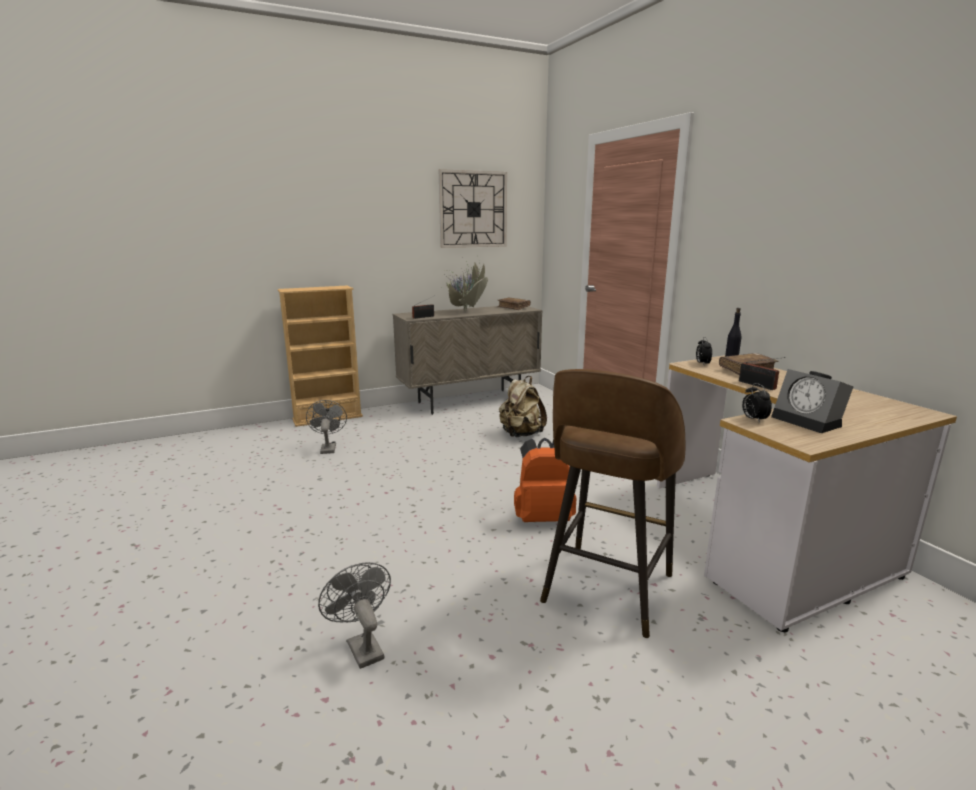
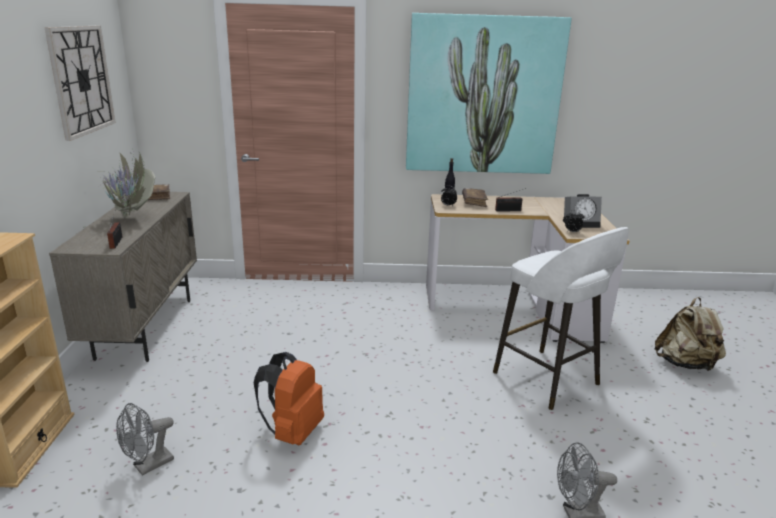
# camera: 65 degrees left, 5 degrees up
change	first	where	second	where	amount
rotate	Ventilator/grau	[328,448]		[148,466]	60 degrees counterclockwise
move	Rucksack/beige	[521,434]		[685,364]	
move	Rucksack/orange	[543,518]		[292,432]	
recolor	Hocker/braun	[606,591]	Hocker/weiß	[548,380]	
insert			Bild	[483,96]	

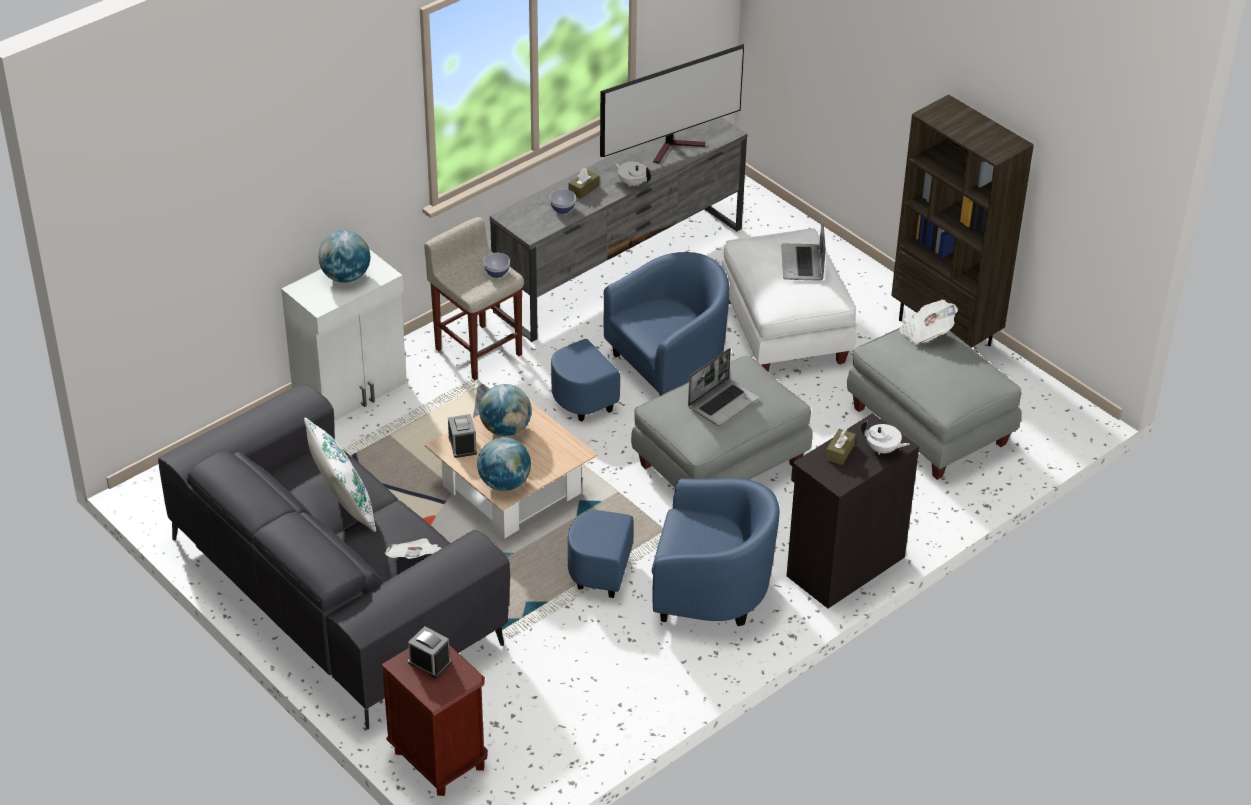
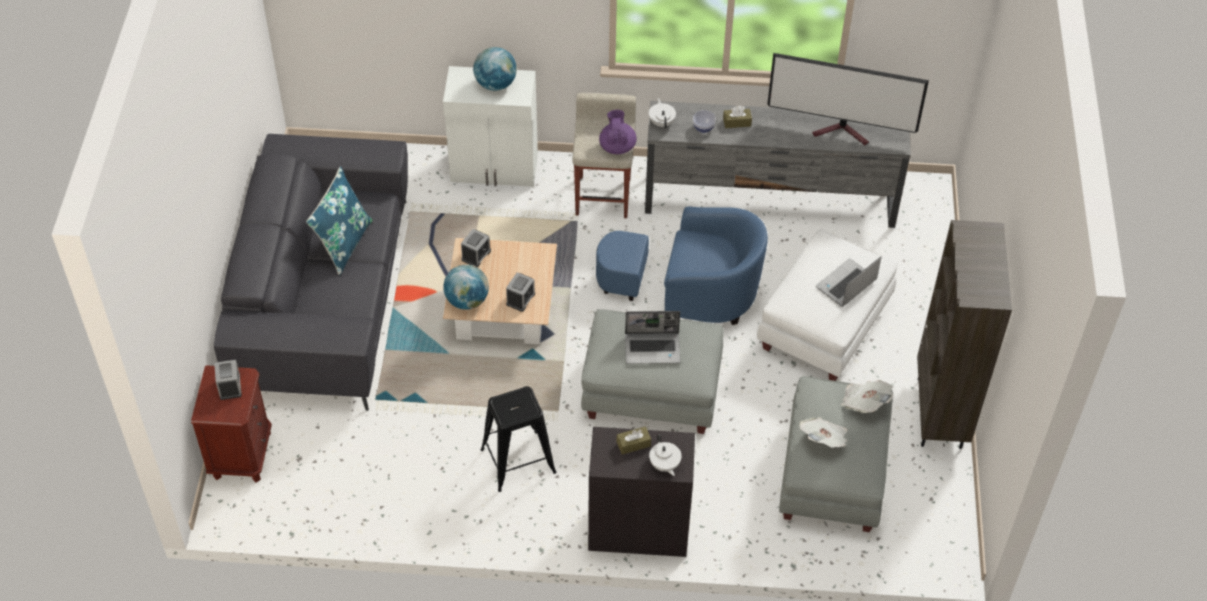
# camera: 45 degrees right, 10 degrees up
change	first	where	second	where	amount
recolor	Kissen/weiß	[343,506]	Kissen/blau	[343,244]	
move	Zeitung	[414,560]		[824,439]	
delete	Globus	[505,429]			
replace	Schüssel	[497,273]	Teekanne/lila	[617,146]	
replace	Sessel/blau	[684,588]	Hocker/schwarz	[518,461]	
move	Teekanne/weiß	[632,183]		[662,122]	
insert			Wecker	[520,299]	

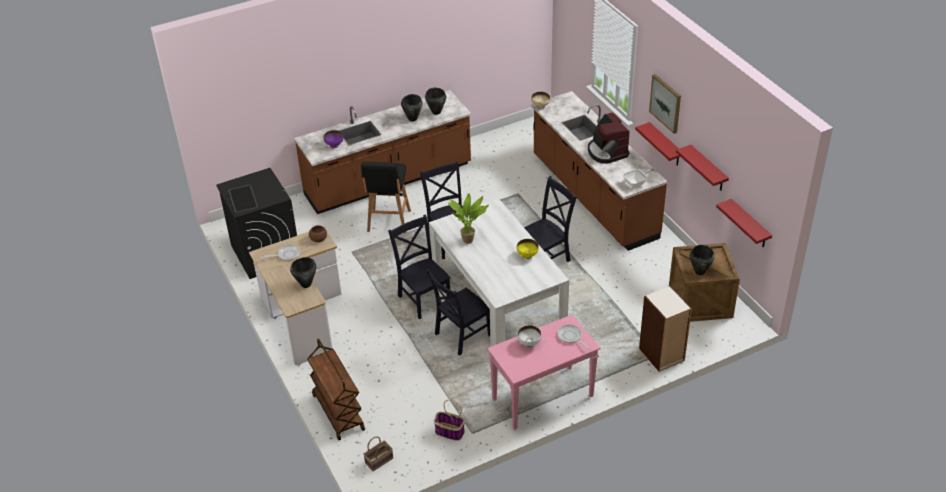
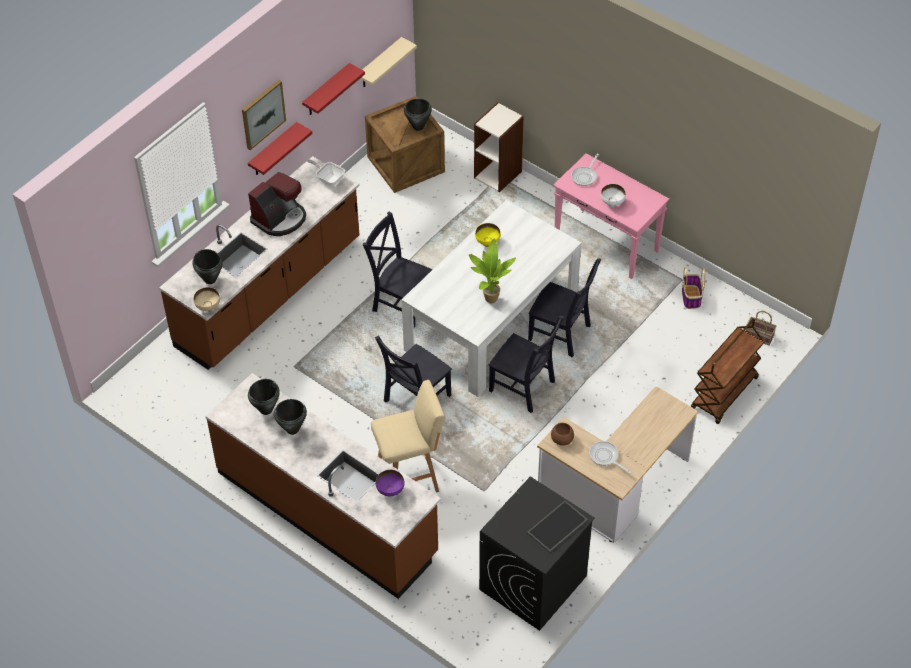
# camera: 115 degrees left, 10 degrees up
change	first	where	second	where	amount
move	Kochtopf/schwarz	[306,284]		[210,279]	
recolor	Hocker/schwarz	[388,222]	Hocker/beige	[410,476]	
rotate	Stuhl/schwarz	[423,298]		[524,388]	90 degrees counterclockwise
recolor	Wandregal/rot	[750,225]	Wandregal/beige	[379,64]	

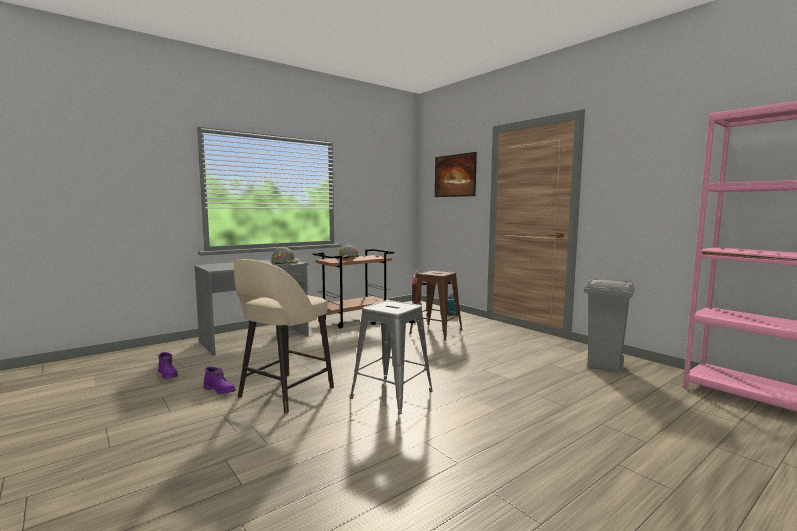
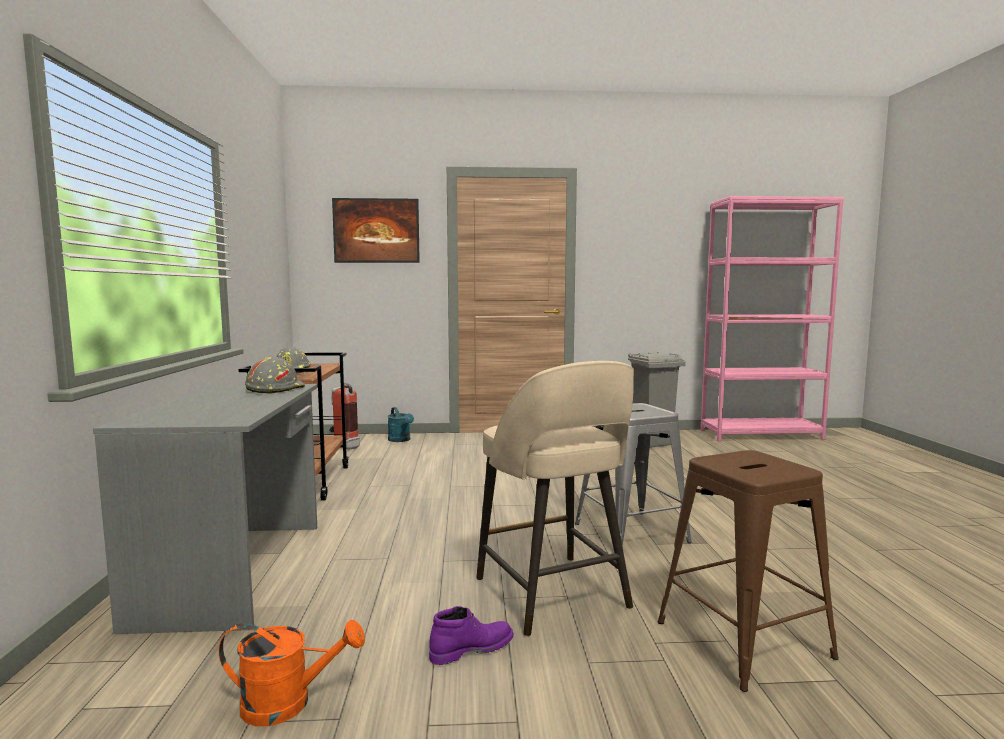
# camera: 55 degrees left, 0 degrees up
change	first	where	second	where	amount
replace	Stiefel/lila	[168,374]	Gießkanne/orange	[288,703]	
move	Hocker/braun	[436,332]		[743,639]	

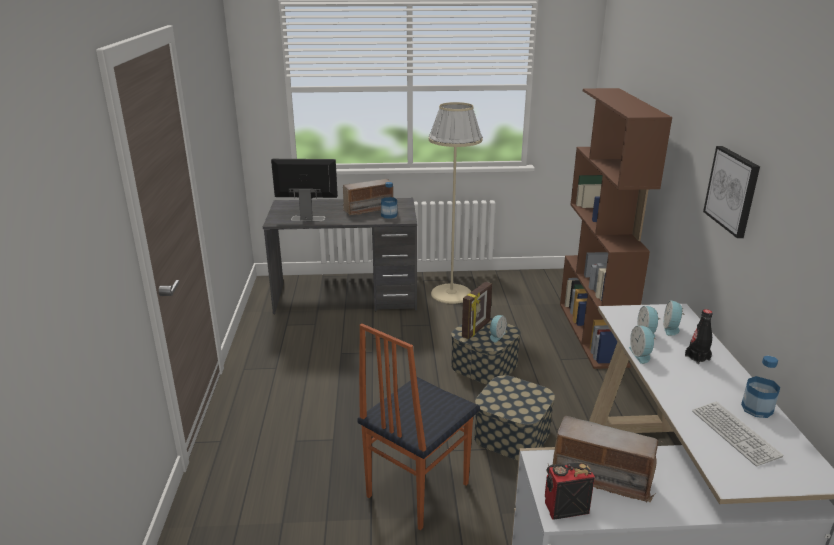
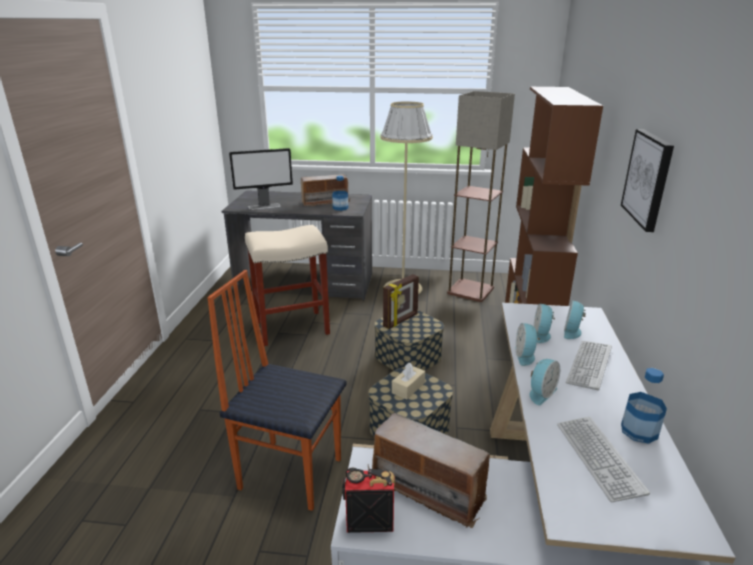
# camera: 10 degrees right, 0 degrees up
change	first	where	second	where	amount
rotate	Monitor	[307,218]		[265,206]	150 degrees clockwise
rotate	Stuhl	[416,489]		[290,472]	60 degrees clockwise
move	Wecker	[496,336]		[540,393]	
replace	Flasche/schwarz	[697,358]	Tastatur	[589,365]	
insert			Hocker/beige	[291,328]	
insert			Taschentuchbox/beige	[408,388]	
insert			Stehlampe	[471,290]	

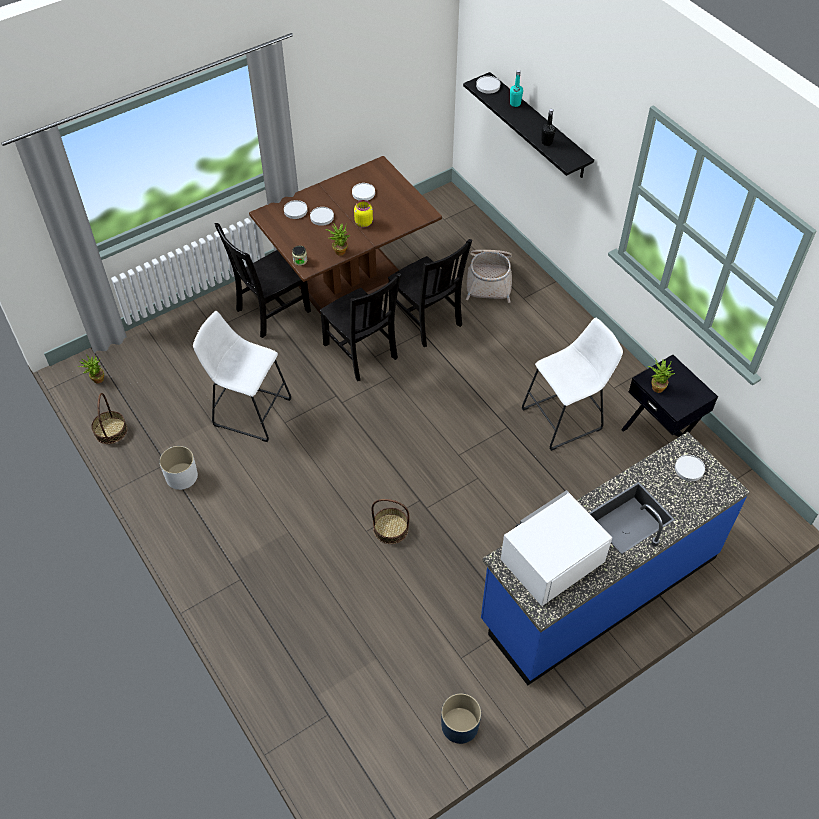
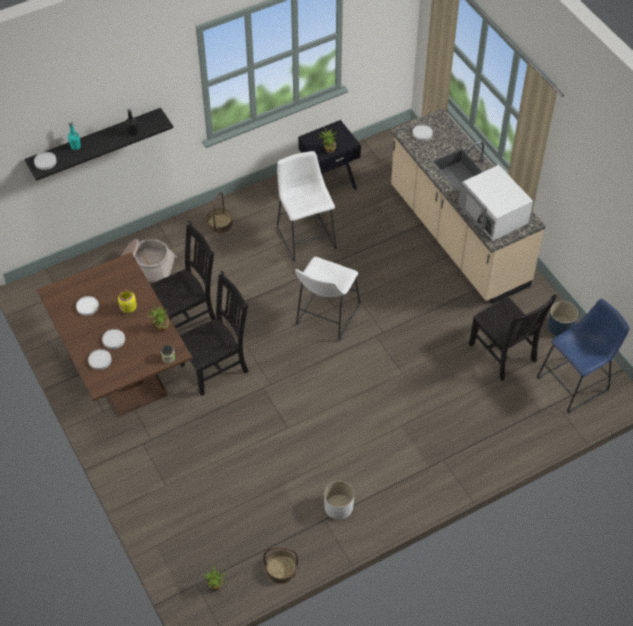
# camera: 85 degrees left, 0 degrees up
change	first	where	second	where	amount
move	Hocker/weiß	[248,410]		[326,317]	
move	Stuhl/schwarz	[271,311]		[504,354]	
move	Korb	[390,529]		[220,224]	
recolor	Küchenzeile/blau	[599,588]	Küchenzeile/beige	[457,237]	
insert			Hocker/blau	[576,382]	

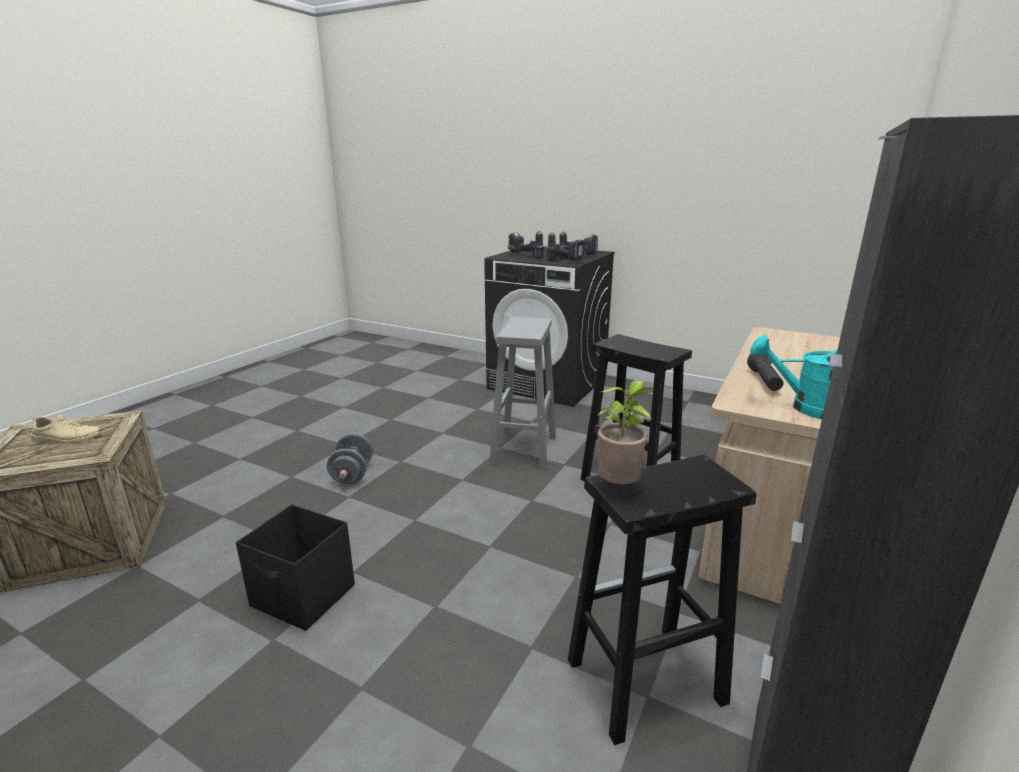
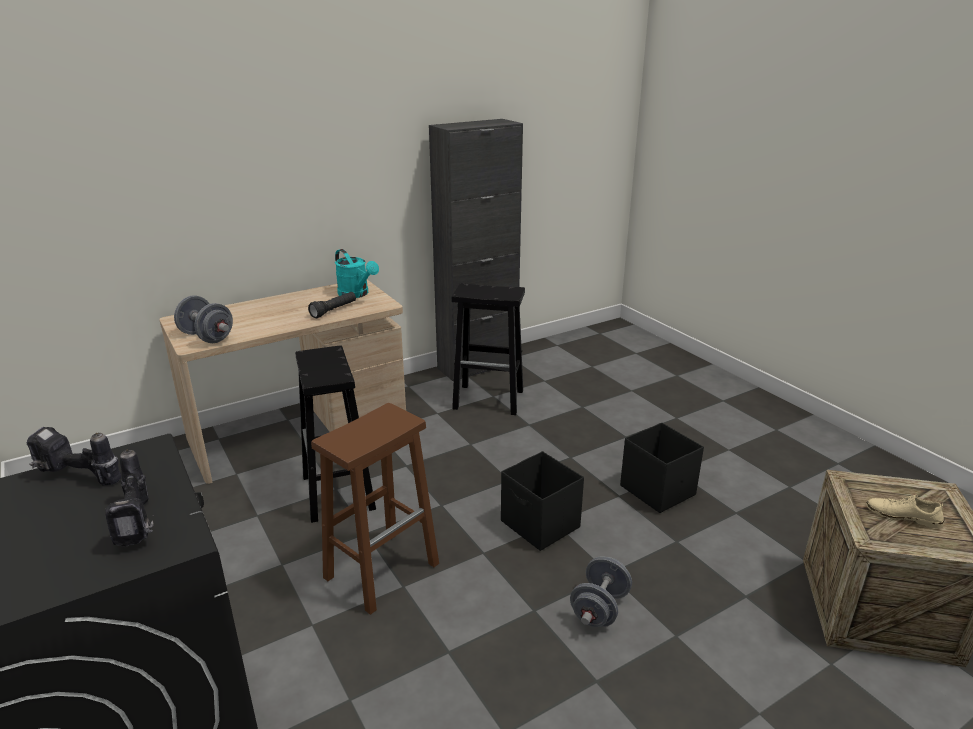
# camera: 150 degrees left, 5 degrees up
change	first	where	second	where	amount
recolor	Hocker/grau	[524,450]	Hocker/braun	[383,569]	
delete	Bohrmaschine	[566,261]			
delete	Topfpflanze	[620,488]			
insert			Hantel/grau	[207,337]	
insert			Aufbewahrungsbox/schwarz	[540,525]	

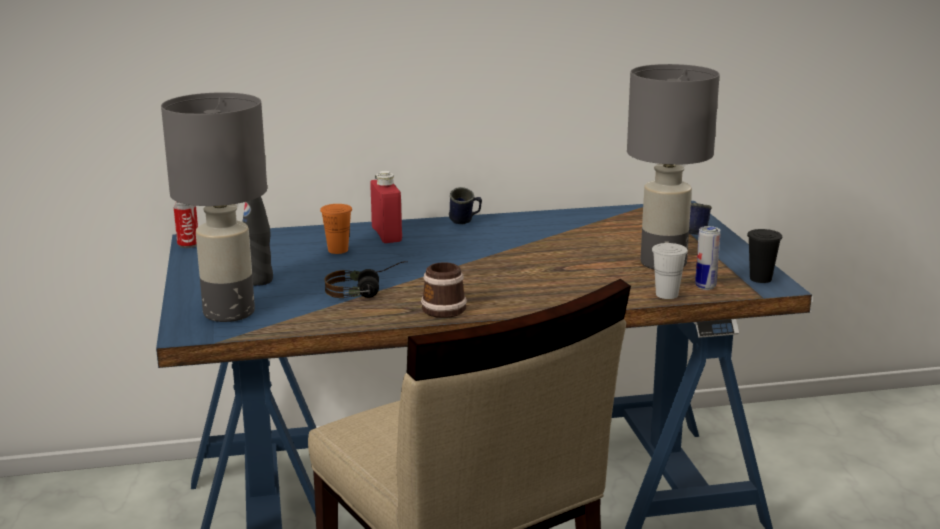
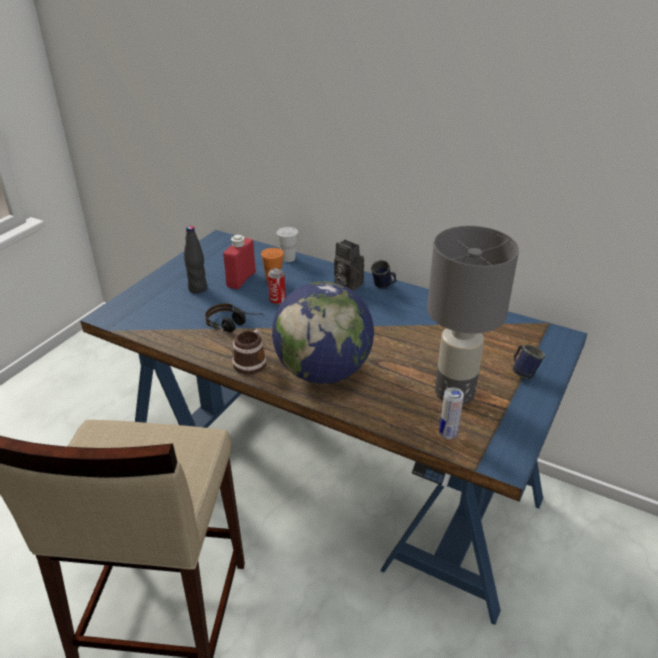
# camera: 40 degrees right, 15 degrees up
change	first	where	second	where	amount
delete	Tischlampe/grau	[230,312]			
move	Dose	[188,245]		[277,300]	
move	Flasche/rot	[386,235]		[241,279]	
move	Tasse/weiß	[667,294]		[288,258]	
delete	Tasse/schwarz	[760,279]			
insert			Globus	[323,372]	
insert			Kamera	[346,284]	

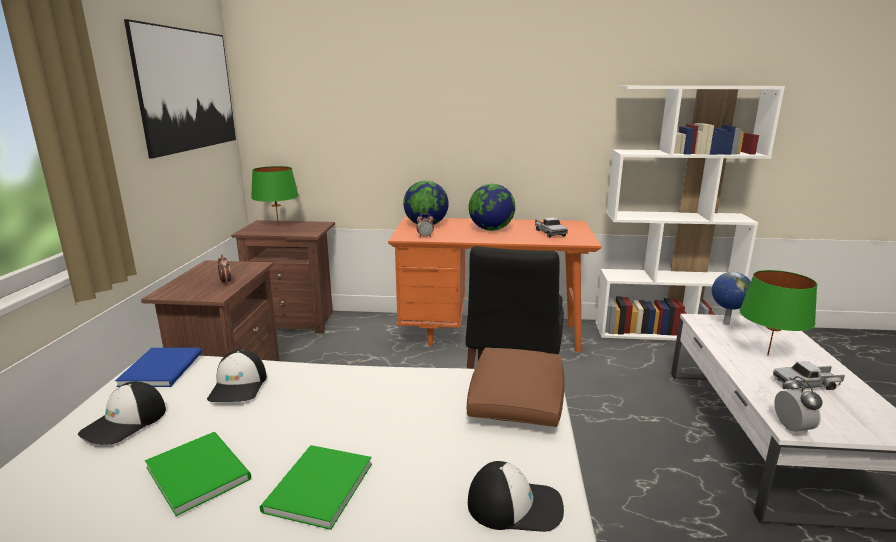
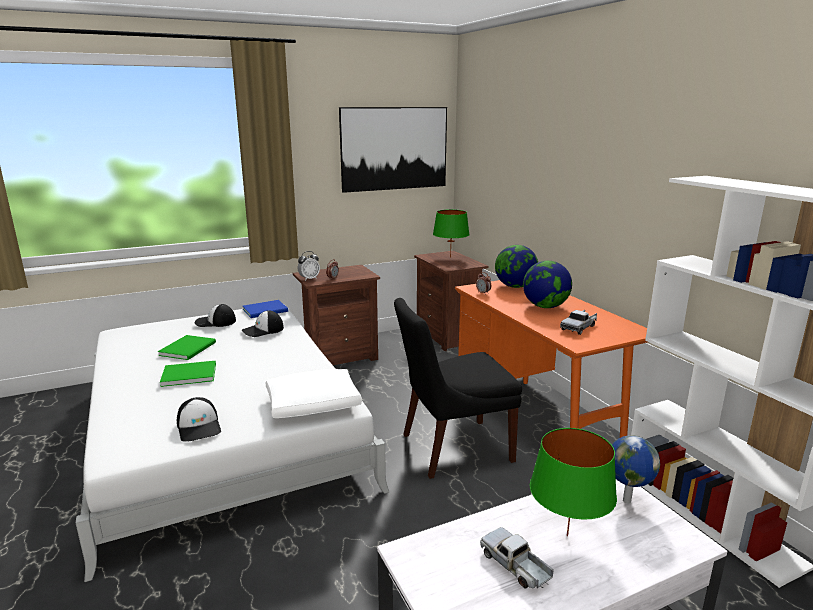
# camera: 60 degrees right, 0 degrees up
change	first	where	second	where	amount
recolor	Kissen/braun	[516,399]	Kissen/weiß	[314,405]	
move	Wecker	[792,429]		[309,279]	

